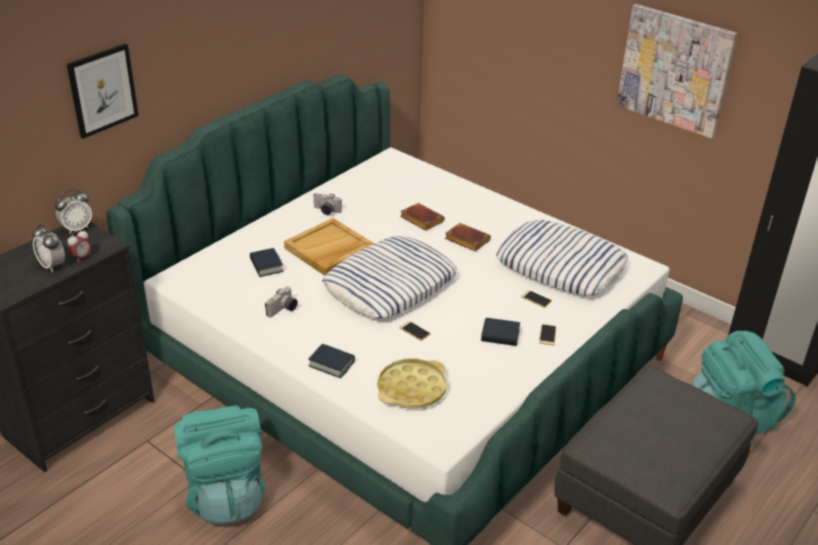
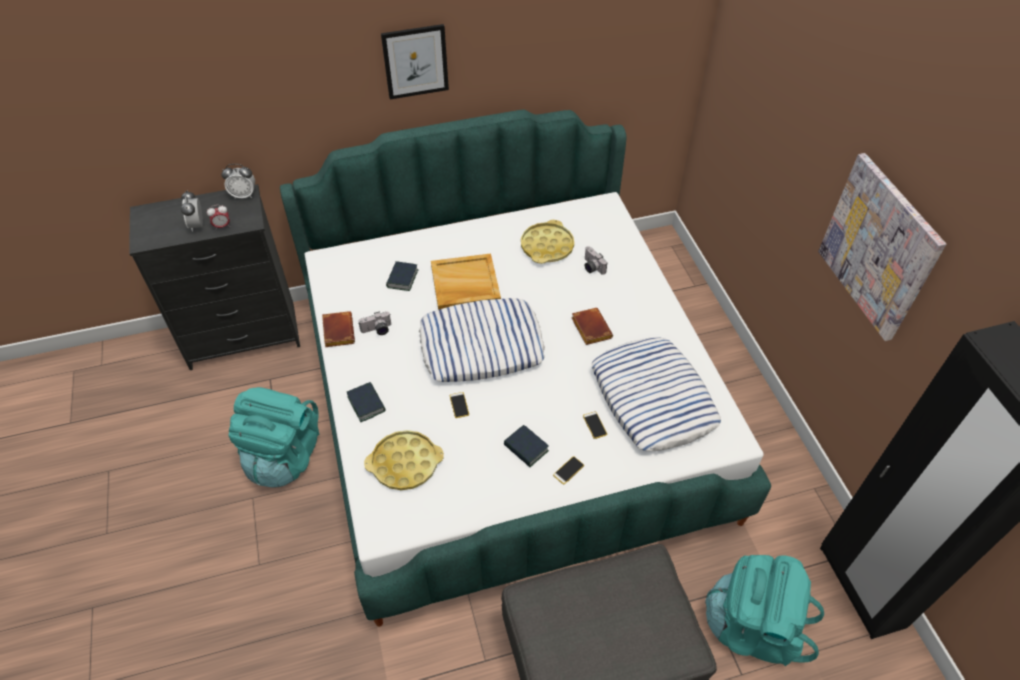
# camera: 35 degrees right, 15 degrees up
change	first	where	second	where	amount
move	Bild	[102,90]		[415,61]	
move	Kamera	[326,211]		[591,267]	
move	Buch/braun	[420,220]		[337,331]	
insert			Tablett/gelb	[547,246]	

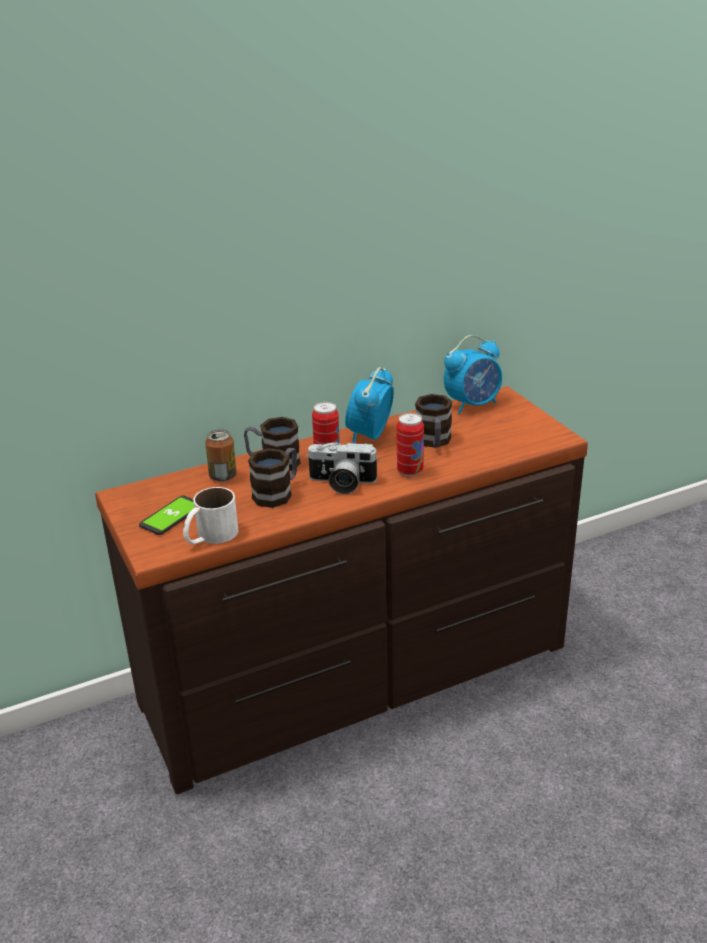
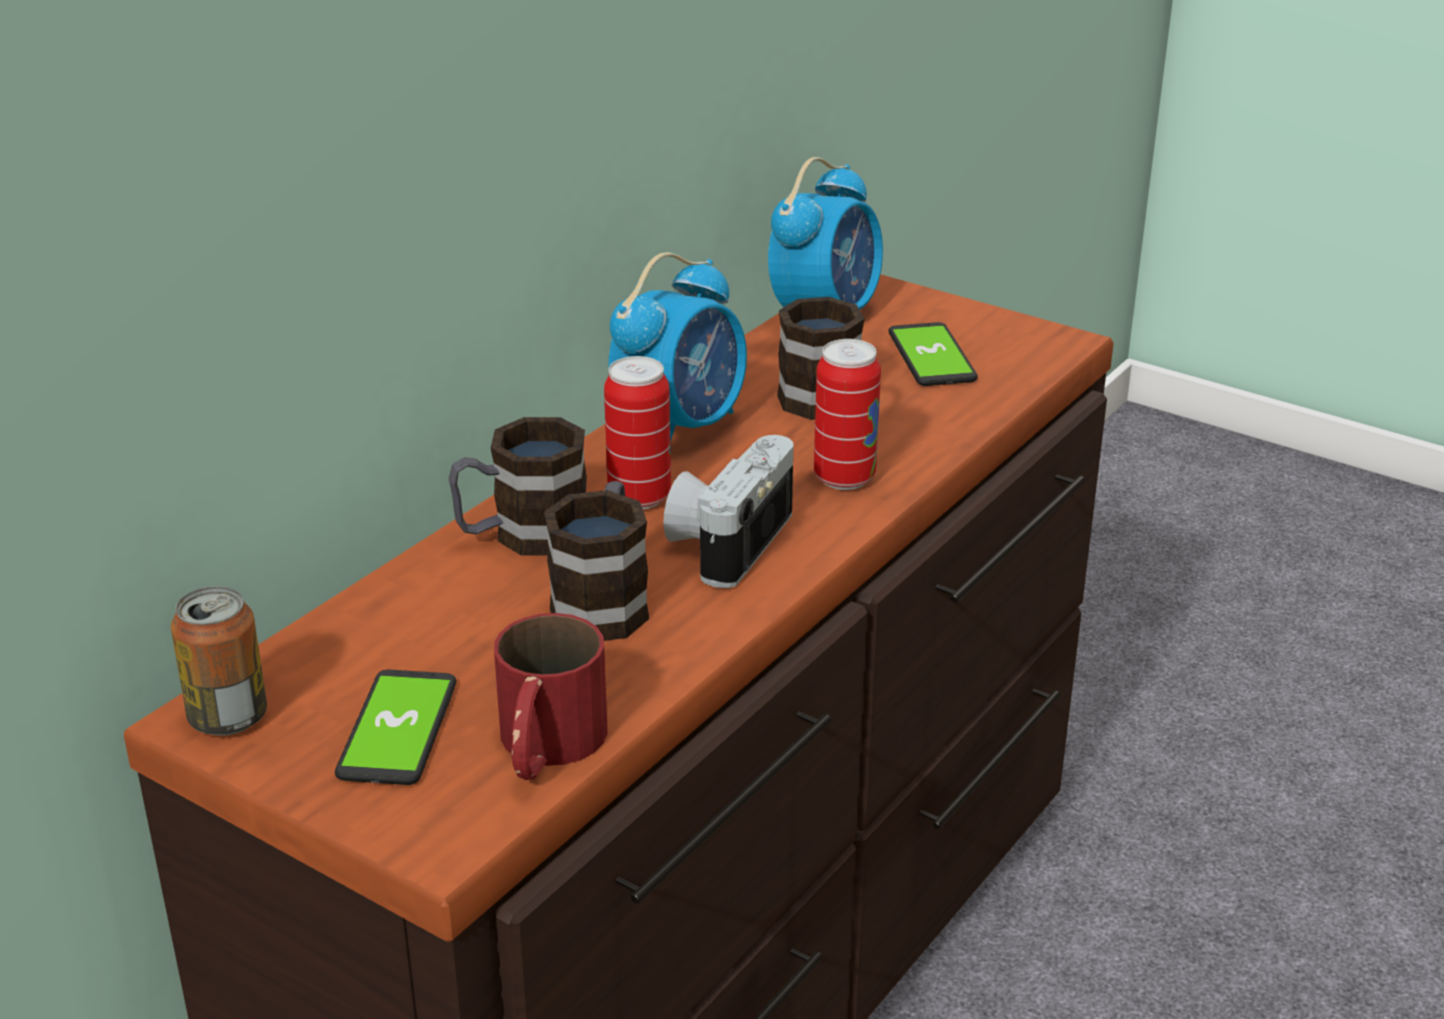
# camera: 30 degrees left, 0 degrees up
change	first	where	second	where	amount
recolor	Henkelbecher/weiß	[210,536]	Henkelbecher/rot	[546,749]	
move	Dose	[223,476]		[228,717]	
rotate	Kamera	[341,483]		[727,541]	135 degrees clockwise
rotate	Wecker	[369,436]		[682,426]	135 degrees counterclockwise
insert			Handy	[931,357]	

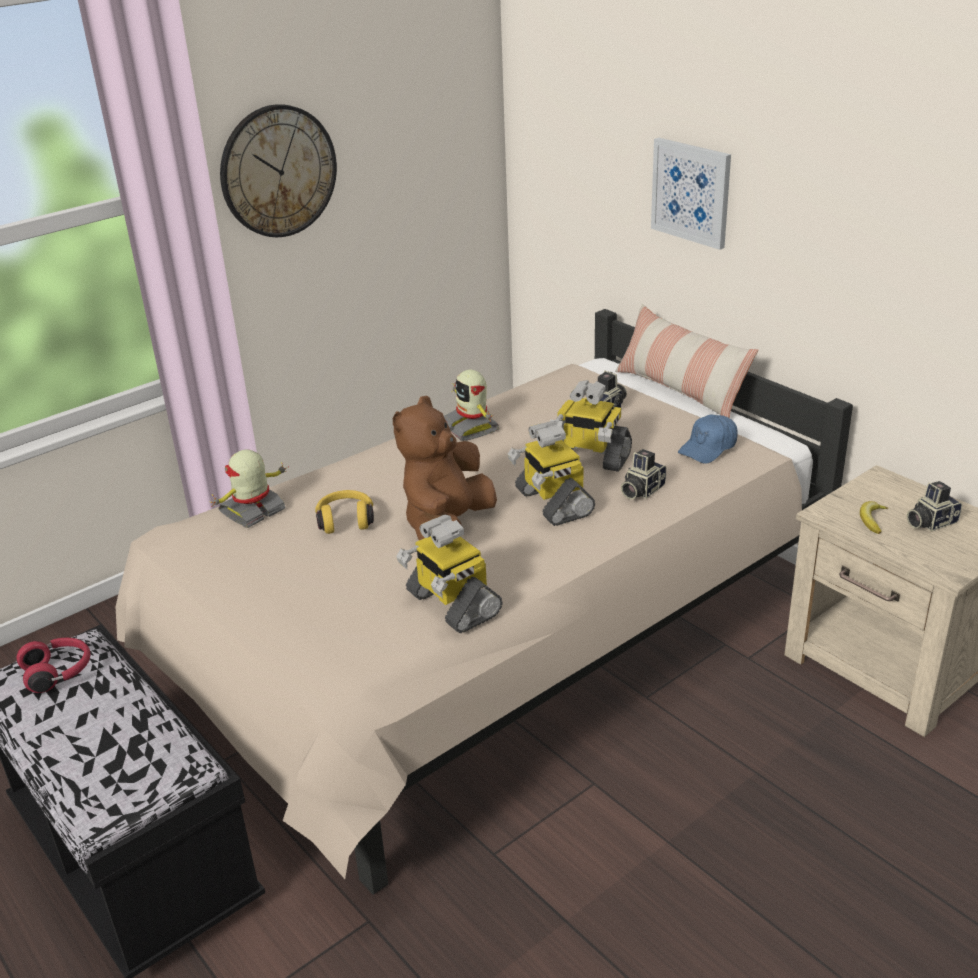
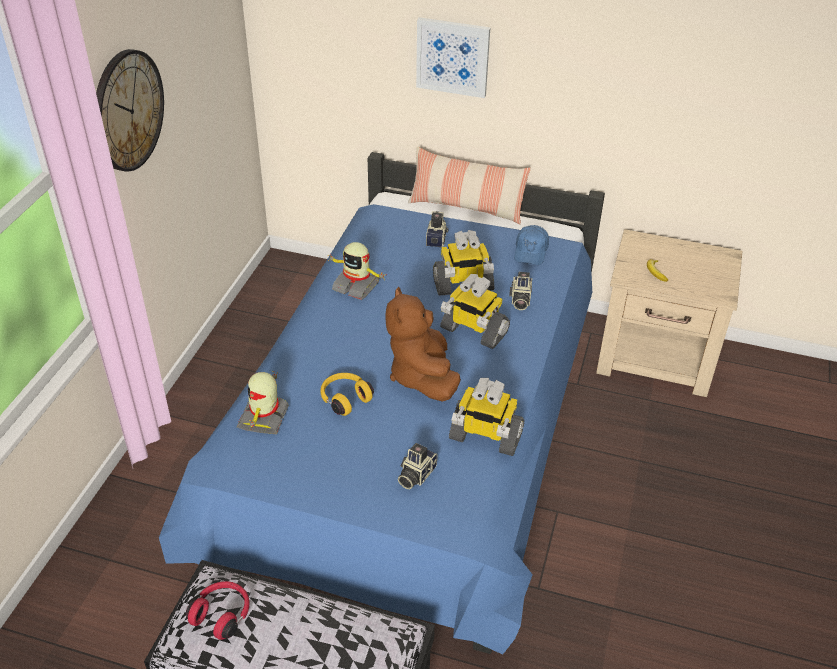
# camera: 35 degrees left, 10 degrees up
change	first	where	second	where	amount
recolor	Bett/beige	[495,645]	Bett/blau	[415,440]	
move	Kamera	[929,522]		[415,475]	

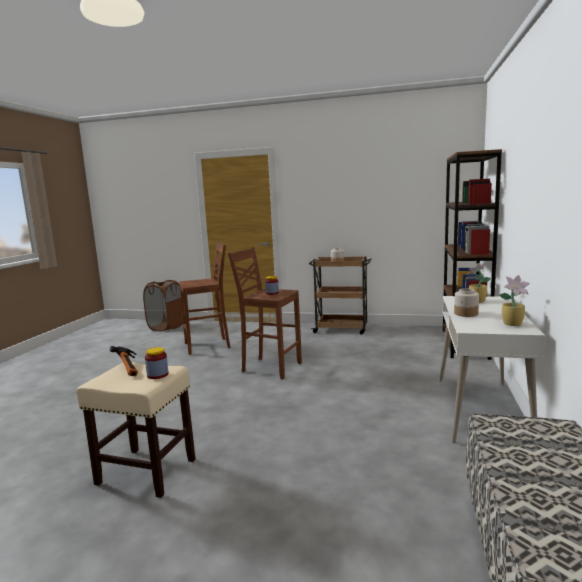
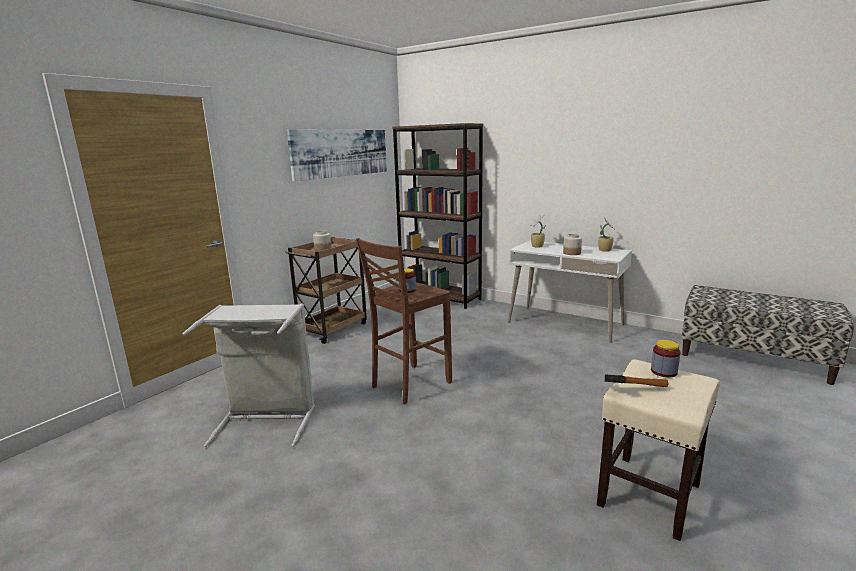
# camera: 70 degrees left, 5 degrees up
change	first	where	second	where	amount
delete	Wäschekorb/braun	[166,327]			
replace	Hocker/braun	[208,346]	Wäschekorb/grau	[267,419]	
insert			Bild	[341,153]	

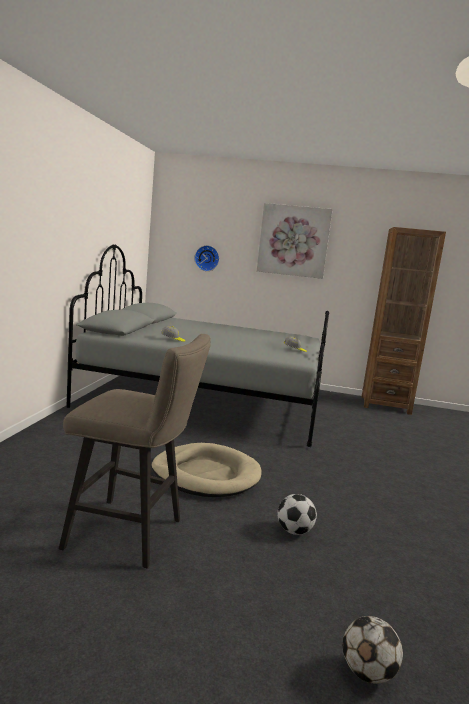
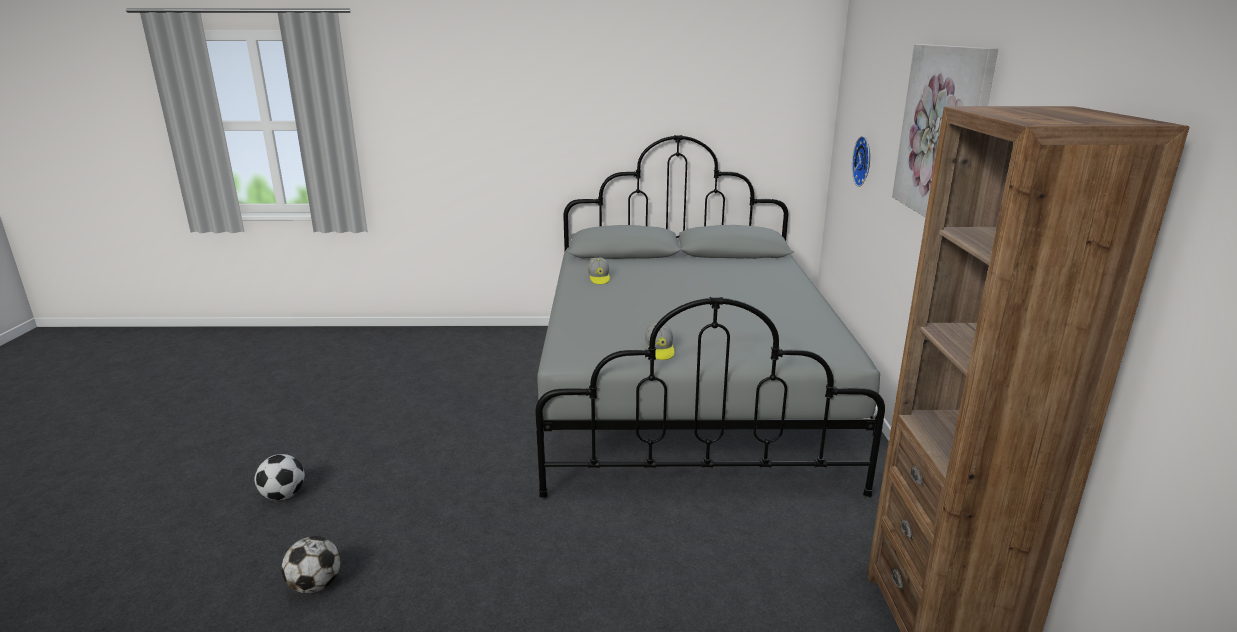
# camera: 80 degrees right, 10 degrees up
change	first	where	second	where	amount
delete	Hocker/beige	[132,534]			
delete	Hundebett/beige	[206,474]			
move	Fußball	[367,673]		[315,585]	

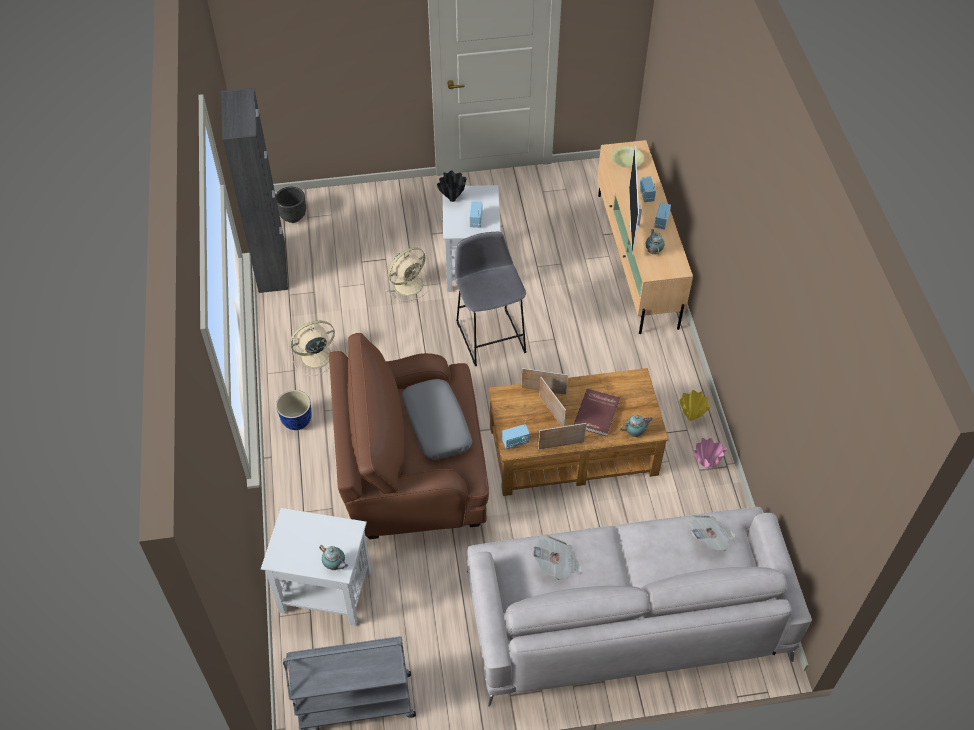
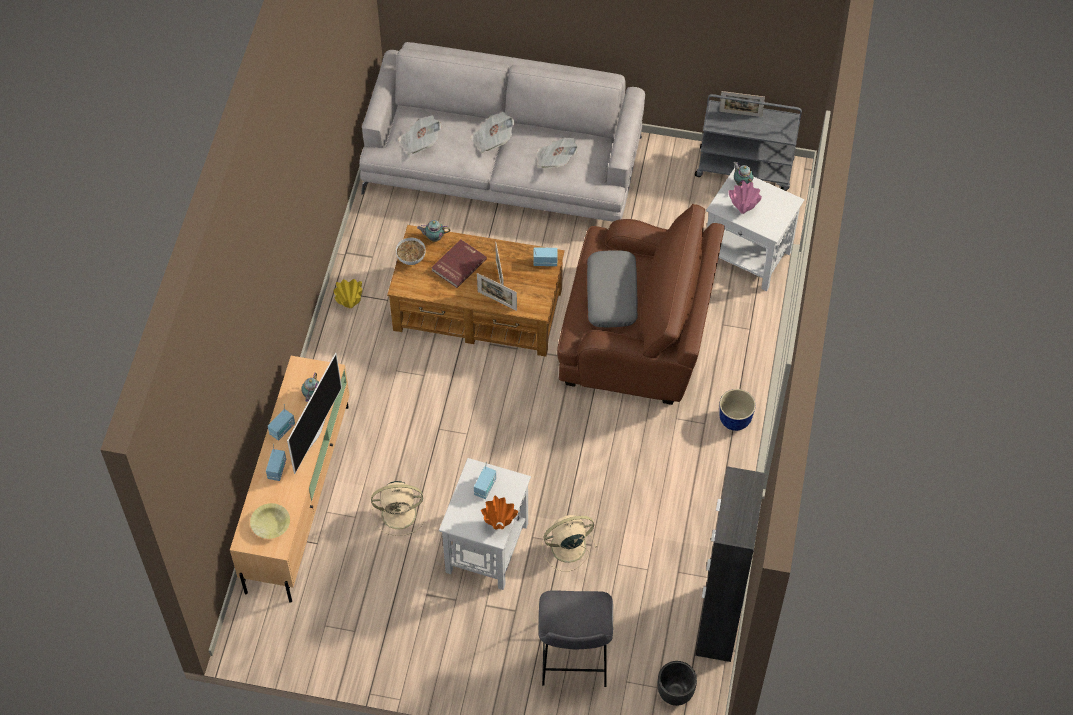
# camera: 160 degrees left, 5 degrees up
change	first	where	second	where	amount
move	Ventilator/beige	[314,357]		[400,513]	
recolor	Vase/schwarz	[453,199]	Vase/orange	[499,525]	
move	Hocker/grau	[490,334]		[573,658]	
move	Bilderrahmen	[561,445]		[740,114]	
move	Vase/rosa	[705,465]		[743,210]	
insert			Schüssel	[410,257]	
insert			Zeitung	[492,139]	

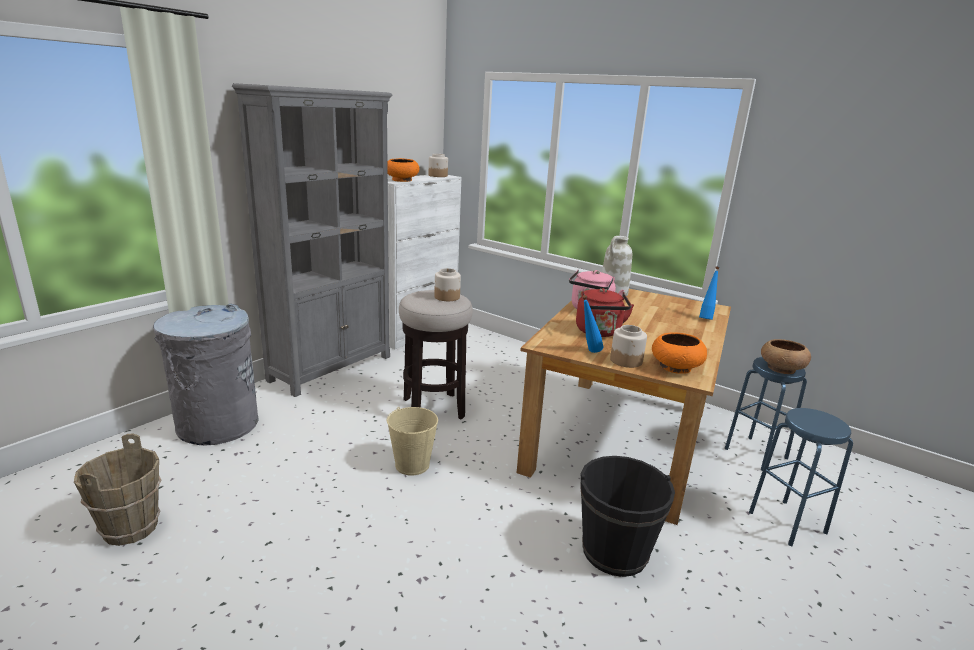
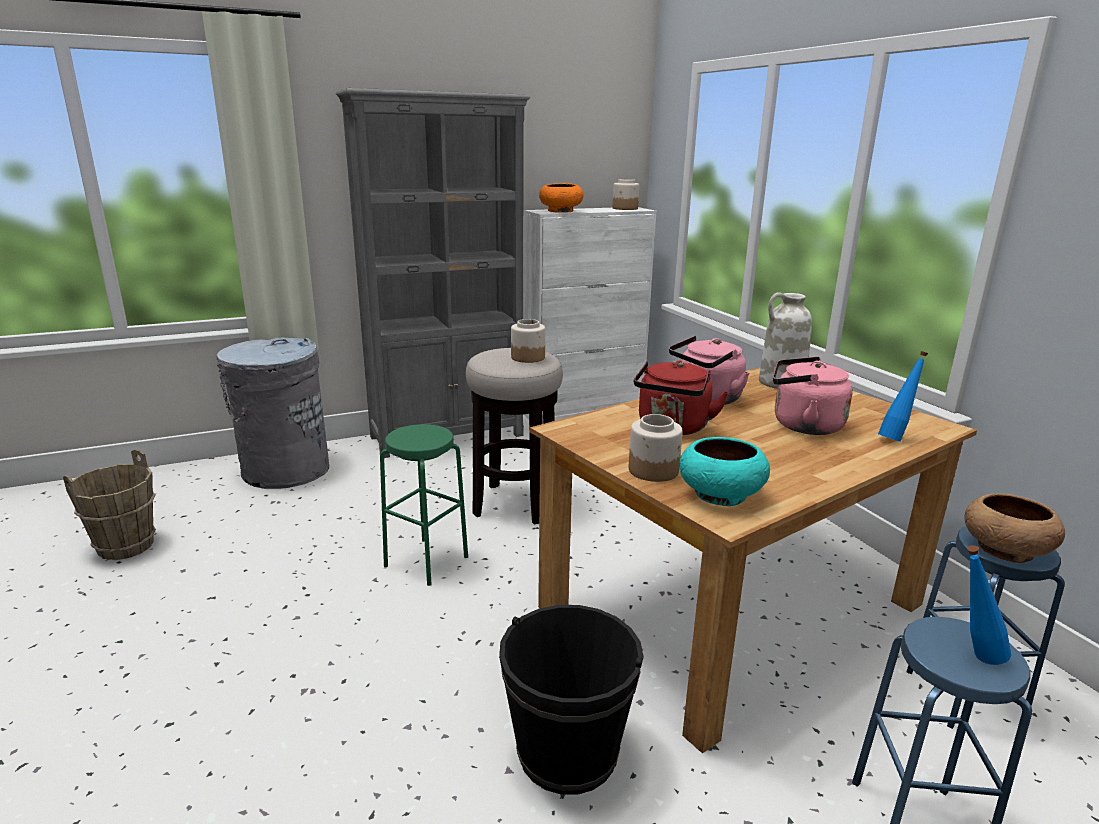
# camera: 30 degrees right, 0 degrees up
change	first	where	second	where	amount
replace	Eimer/beige	[412,464]	Hocker/grün	[426,561]	
move	Flasche/blau	[588,351]		[972,657]	
recolor	Schüssel/orange	[675,367]	Schüssel/türkis	[719,494]	
insert			Wasserkessel/rosa	[802,425]	

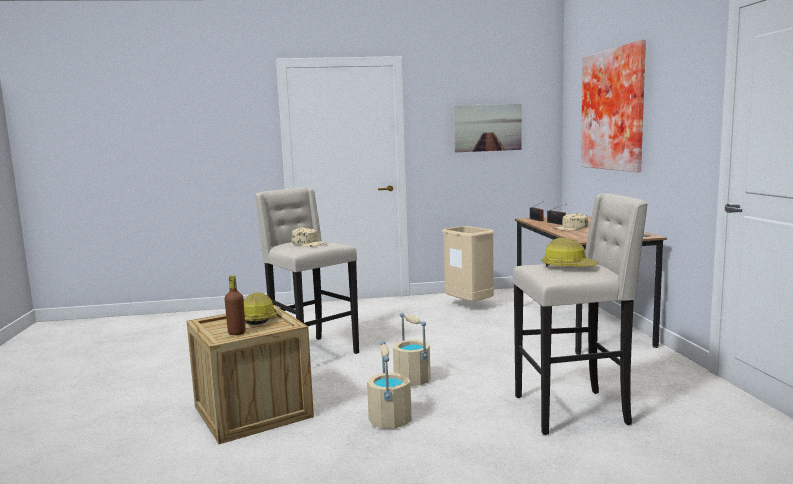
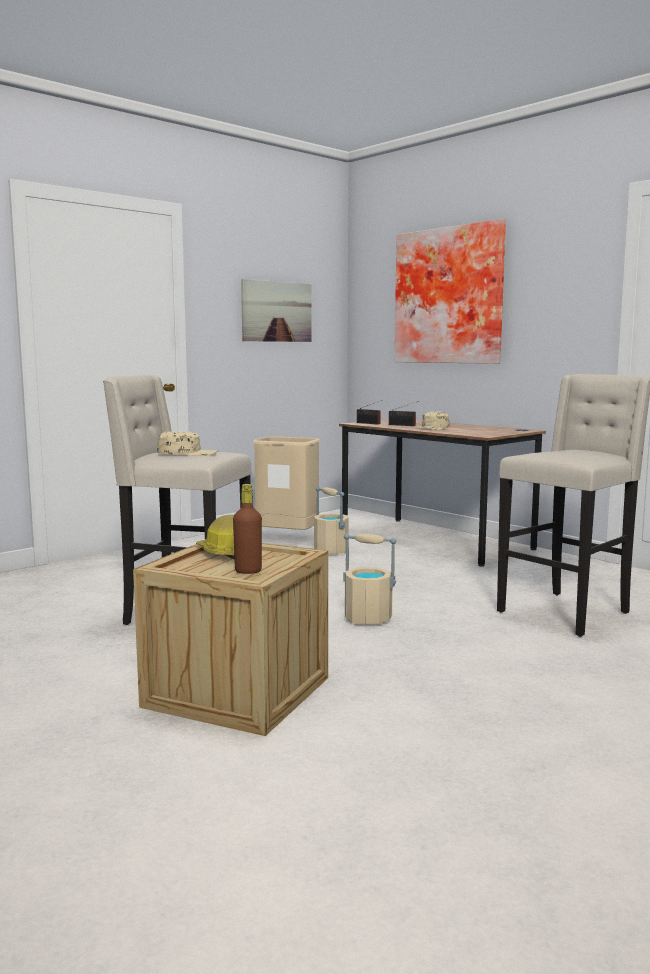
# camera: 35 degrees left, 0 degrees up
change	first	where	second	where	amount
move	Eimer/beige	[389,420]		[331,551]	
delete	Schutzhelm	[568,267]			

